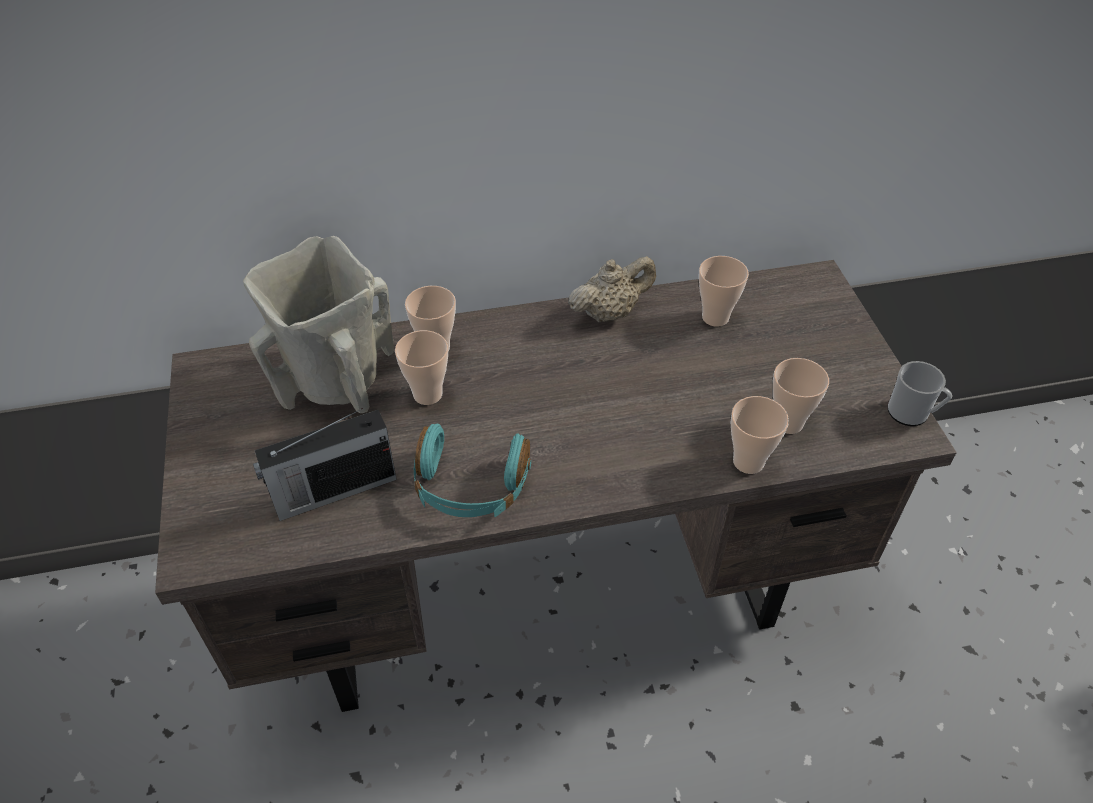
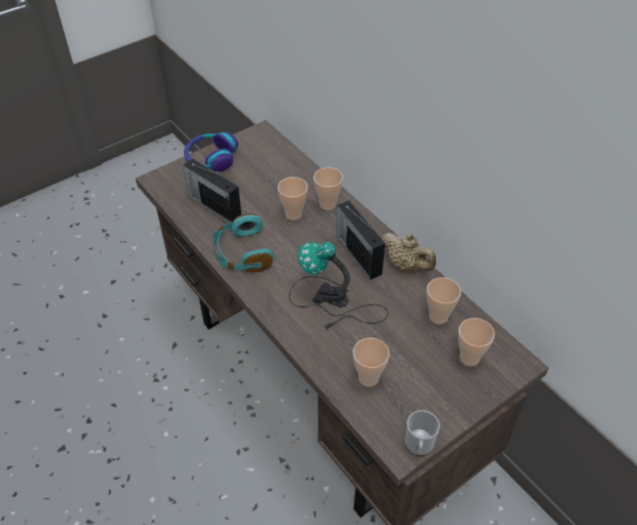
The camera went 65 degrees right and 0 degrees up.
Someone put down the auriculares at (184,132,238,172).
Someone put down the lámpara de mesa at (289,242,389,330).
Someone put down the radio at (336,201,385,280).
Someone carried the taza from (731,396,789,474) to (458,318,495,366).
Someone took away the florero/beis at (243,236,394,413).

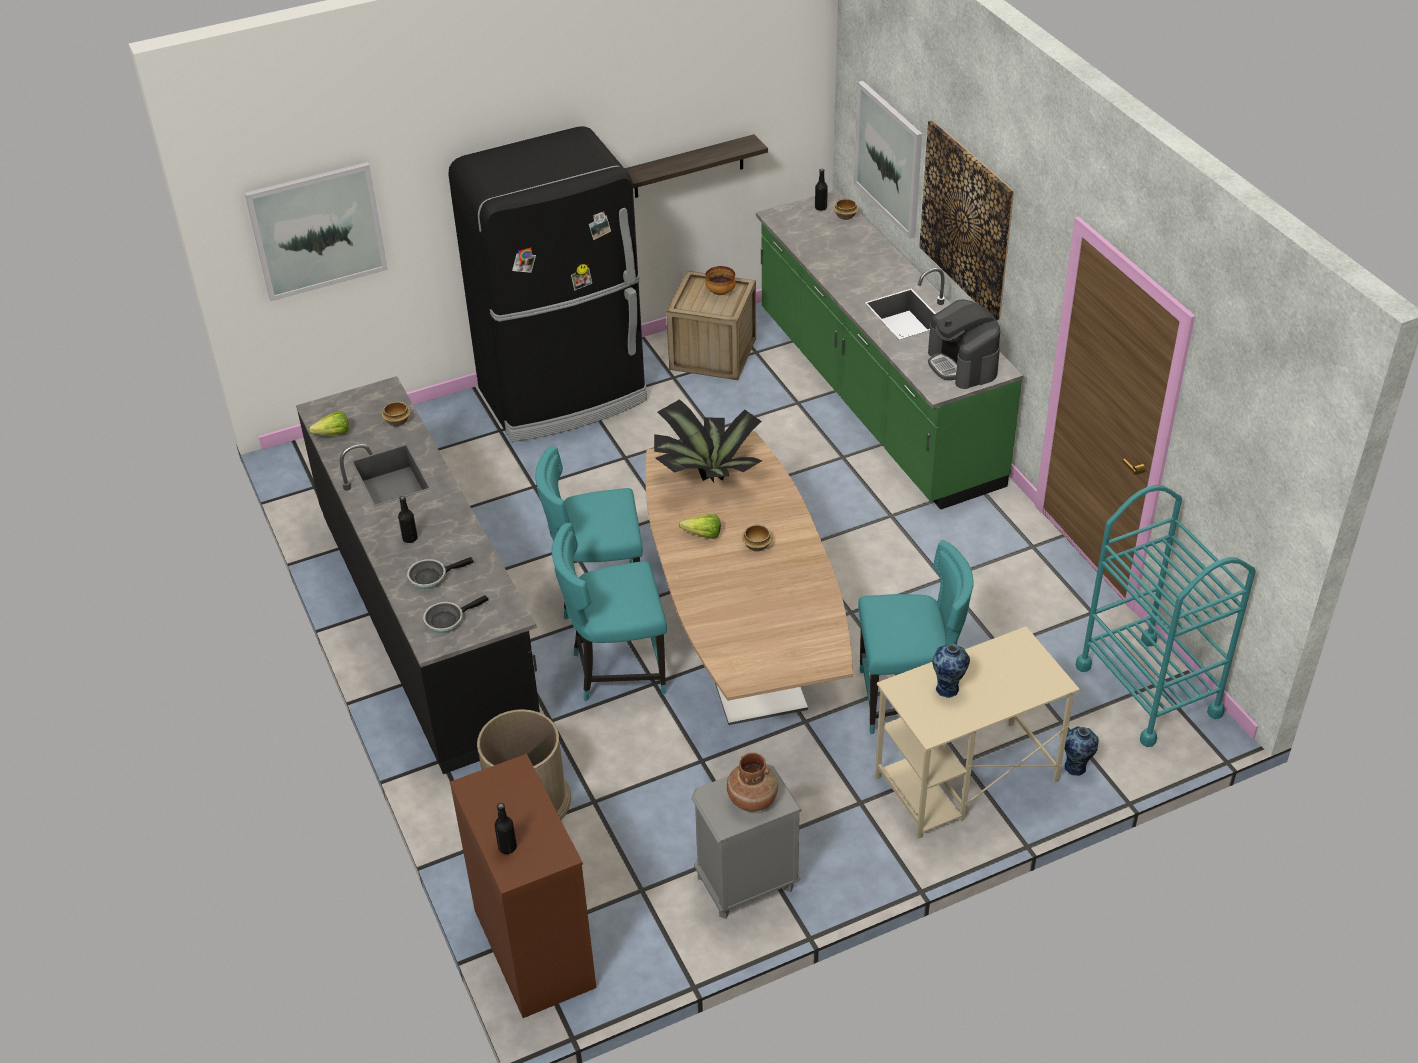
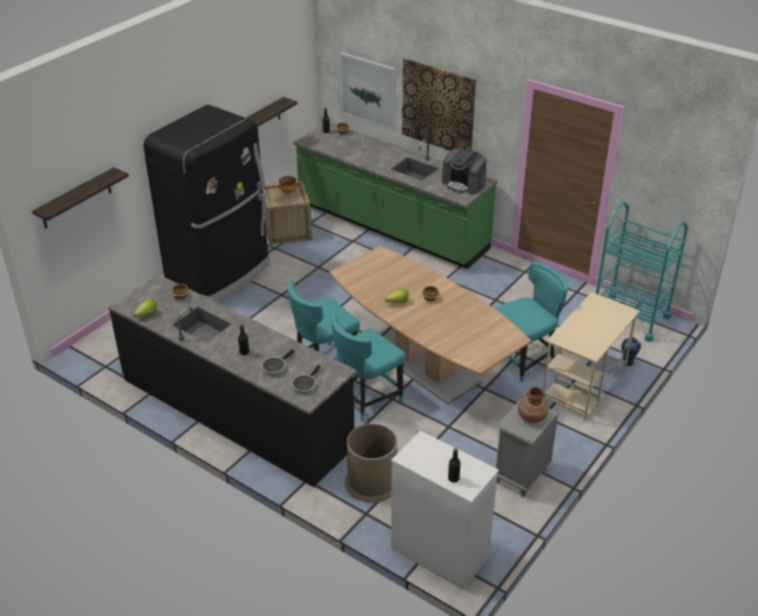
The camera went 30 degrees left and 5 degrees down.
Someone swapped the cuadro at (245,162,388,301) for the estante at (32,167,129,229).
Someone repainted the cómoda/marrón at (450,754,596,1018), which became the cómoda/blanco at (391,430,499,590).
Someone took away the planta en maceta at (654,399,762,483).
Someone took away the florero at (932,644,970,698).

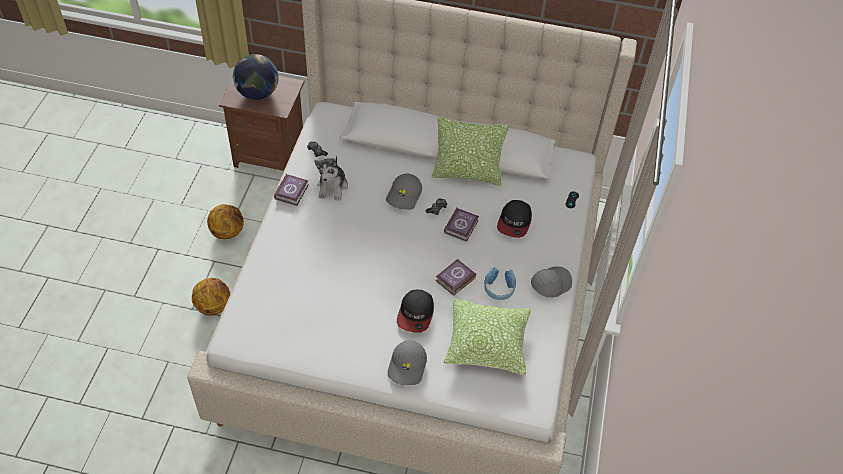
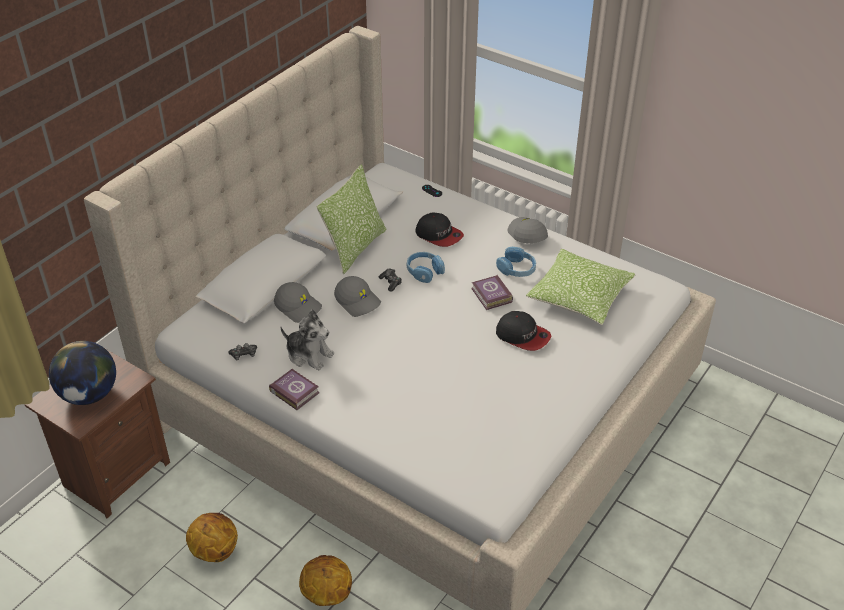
The camera went 65 degrees left and 10 degrees down.
Someone carried the gorra/gris from (387,341,427,385) to (274,282,322,323).
Someone swapped the libro at (444,208,479,242) for the auriculares/azul at (406,252,445,283).

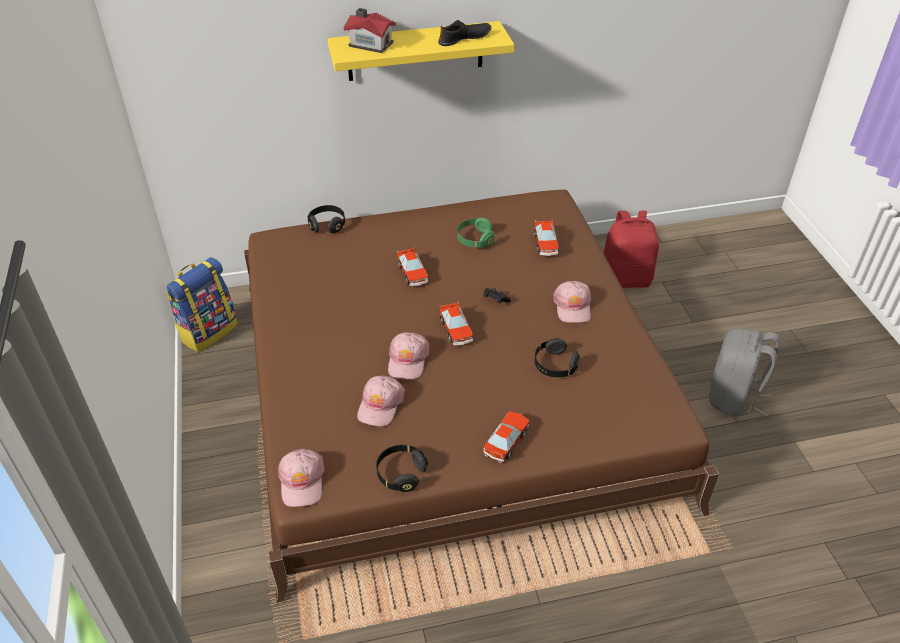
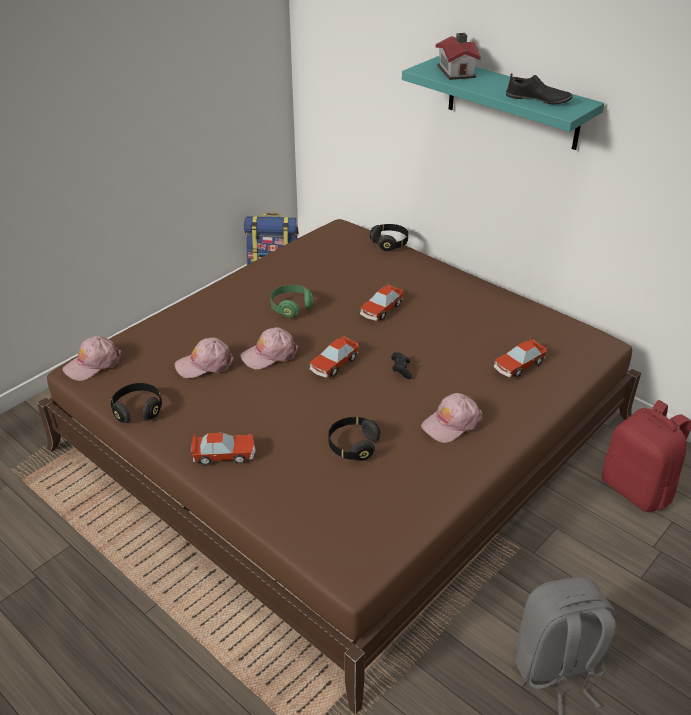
The camera went 55 degrees right and 5 degrees down.
Someone carried the auriculares/verde from (457,218,495,248) to (270,285,313,318).
Someone repainted the estante/amarillo at (327,21,515,81), which became the estante/turquesa at (402,56,604,150).

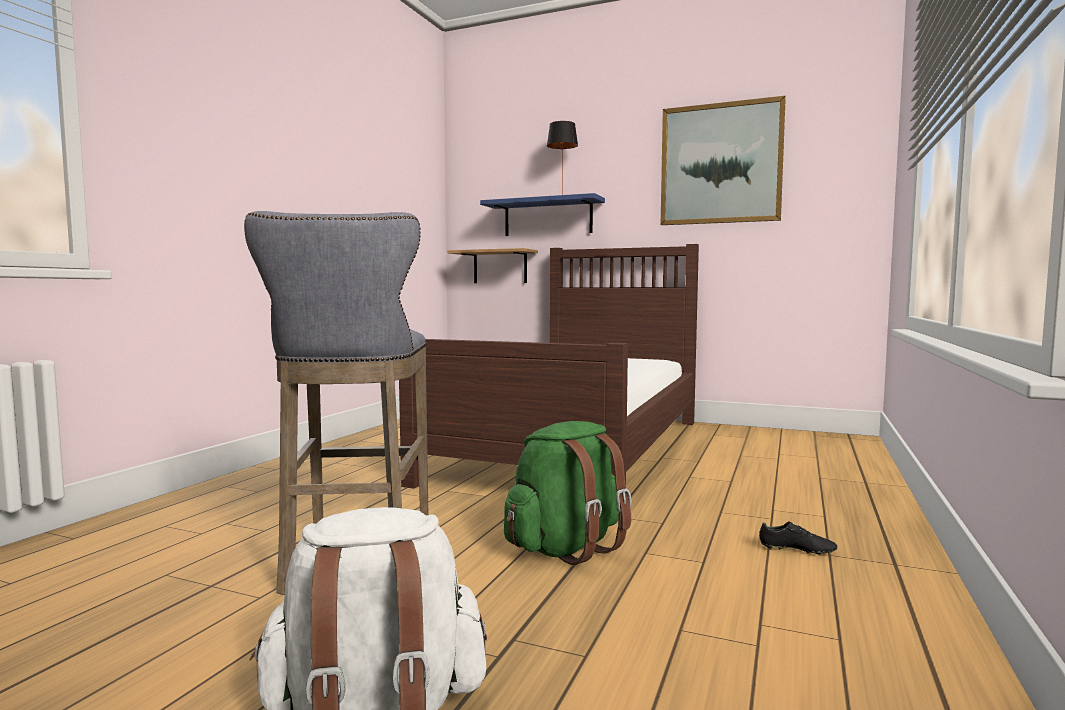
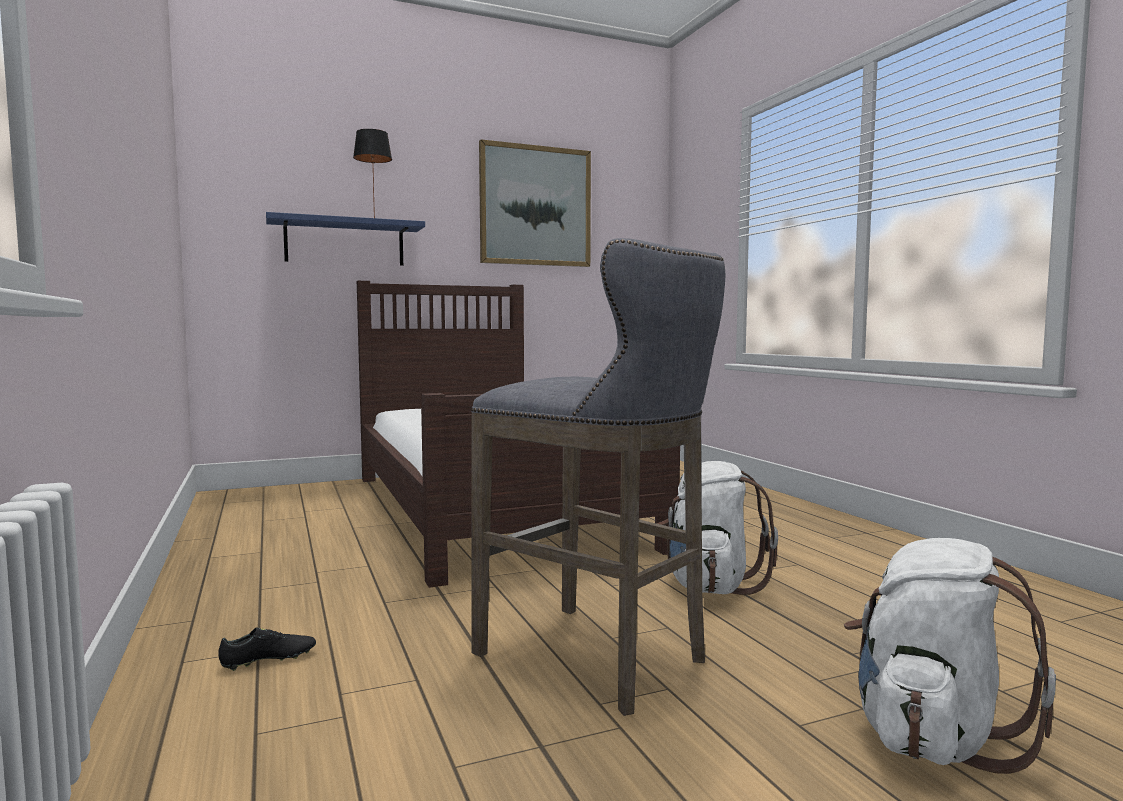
The camera went 45 degrees left and 0 degrees up.
Someone carried the zapato/negro from (759,521,837,556) to (218,628,316,671).
Someone repainted the mochila/verde at (504,421,632,565), which became the mochila/blanco at (657,461,778,595).
Someone took away the estante at (447,248,538,283).

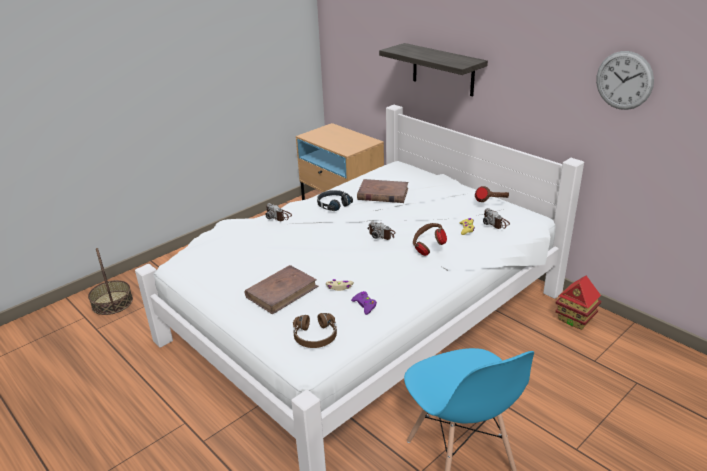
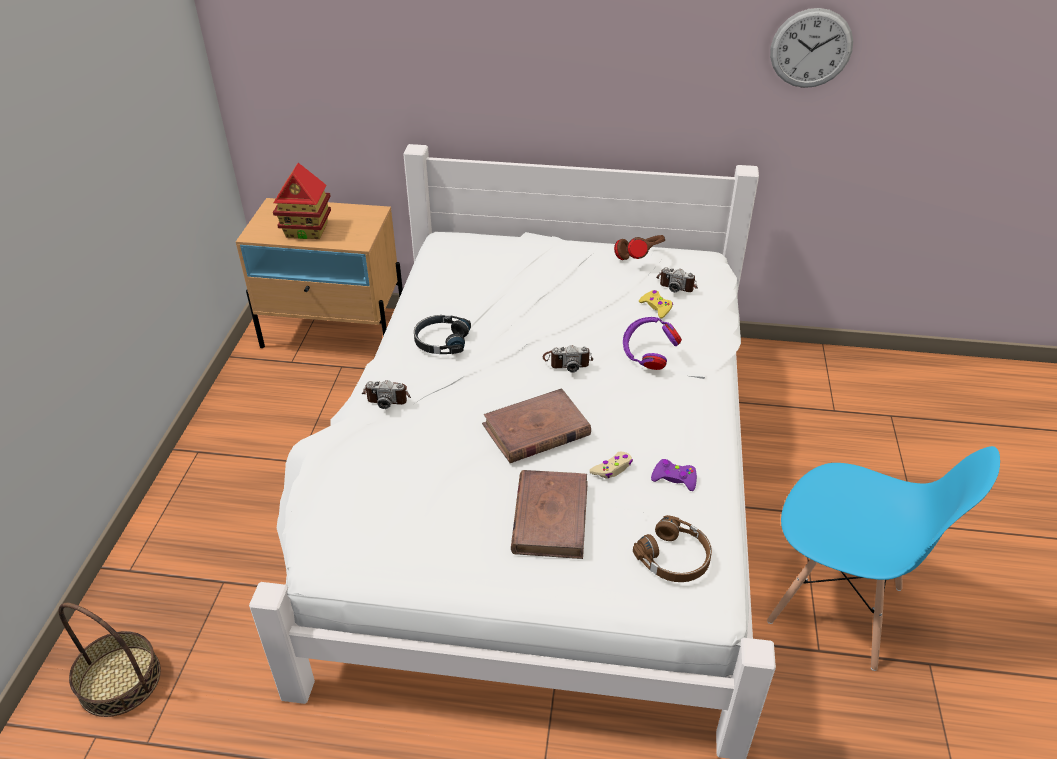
The camera went 40 degrees left and 10 degrees up.
Someone carried the casita from (555,276,602,330) to (273,163,331,239).
Someone carried the libro/marrón from (357,179,408,203) to (482,388,591,463).
Someone repainted the auriculares/marrón at (413,223,447,256), which became the auriculares/morado at (623,317,682,370).
Someone took away the estante at (379,43,488,96).

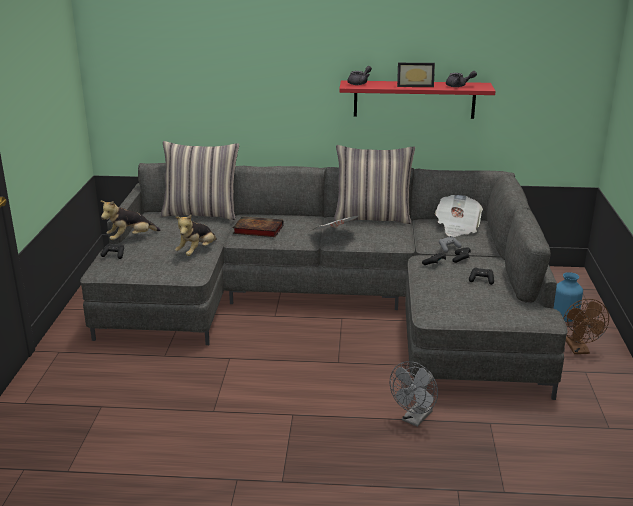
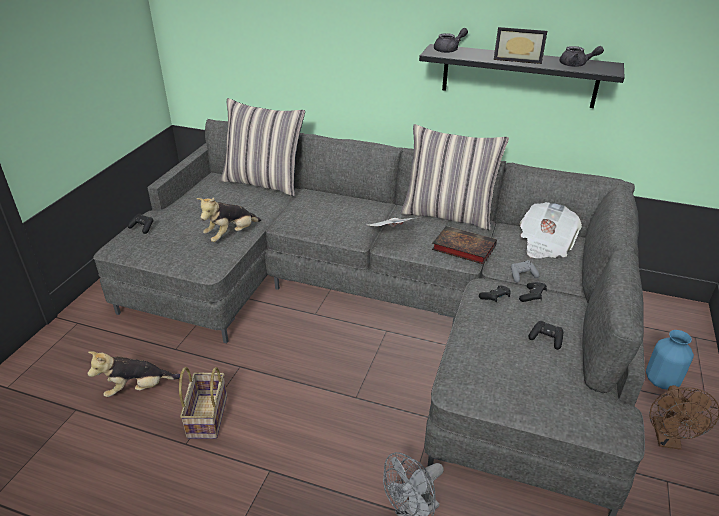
The camera went 15 degrees right and 10 degrees up.
Someone carried the peluche from (101,201,161,240) to (87,351,180,397).
Someone put down the cesta at (179,367,227,439).
Someone repainted the estante/rojo at (339,80,495,119), which became the estante/negro at (419,44,625,108).
Someone carried the libro from (233,216,284,237) to (432,226,497,264).

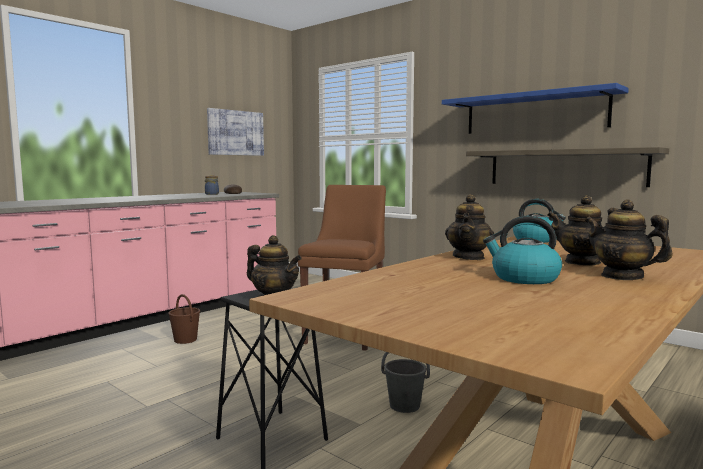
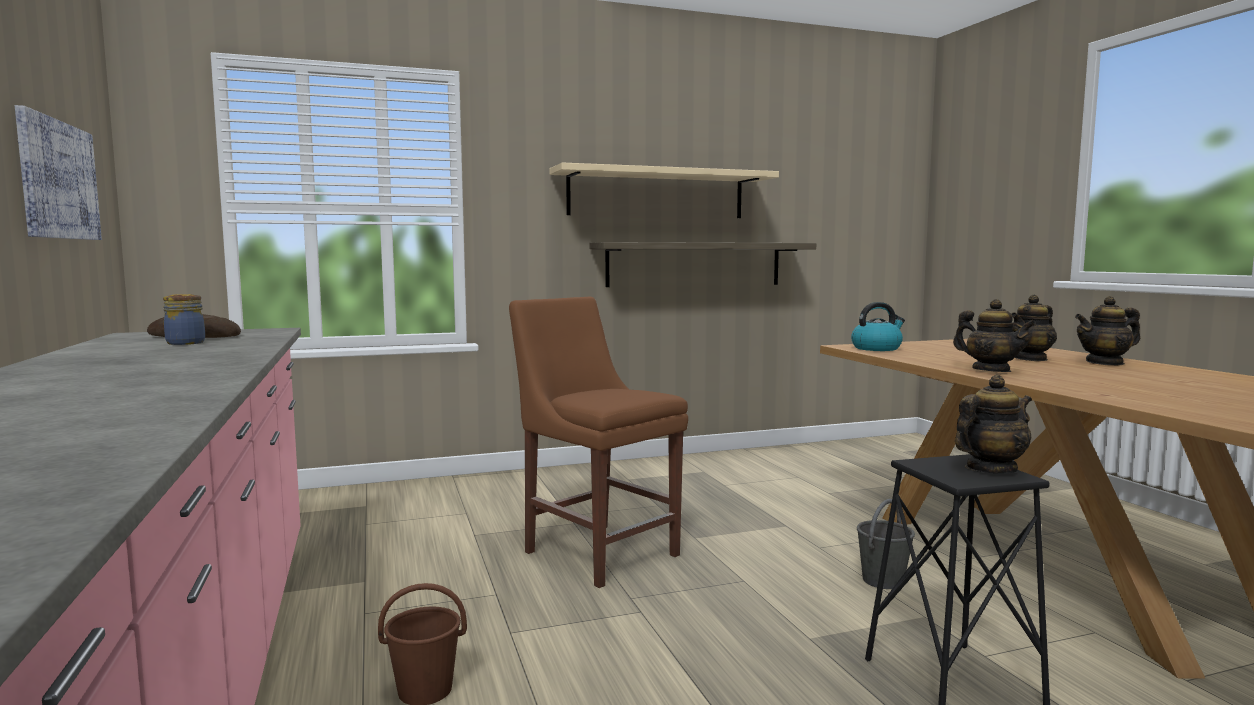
The camera went 60 degrees left and 0 degrees up.
Someone repainted the estante/azul at (442,83,629,134), which became the estante/beis at (549,162,779,218).
Someone took away the hervidor at (483,216,562,284).

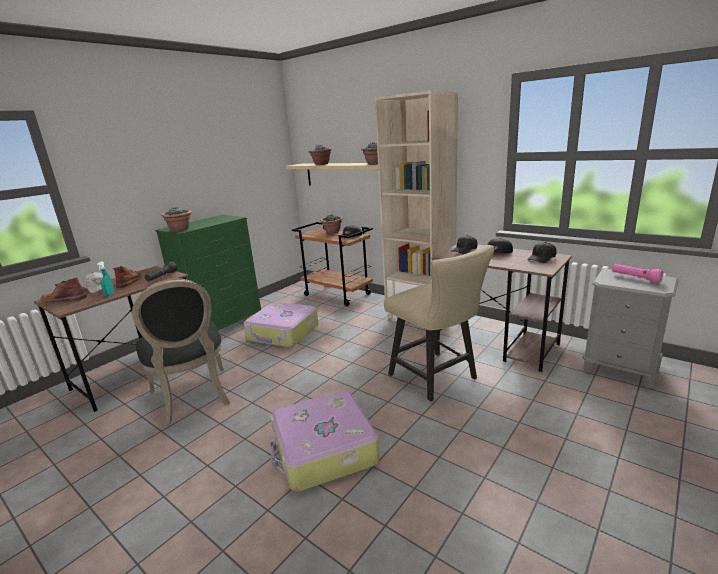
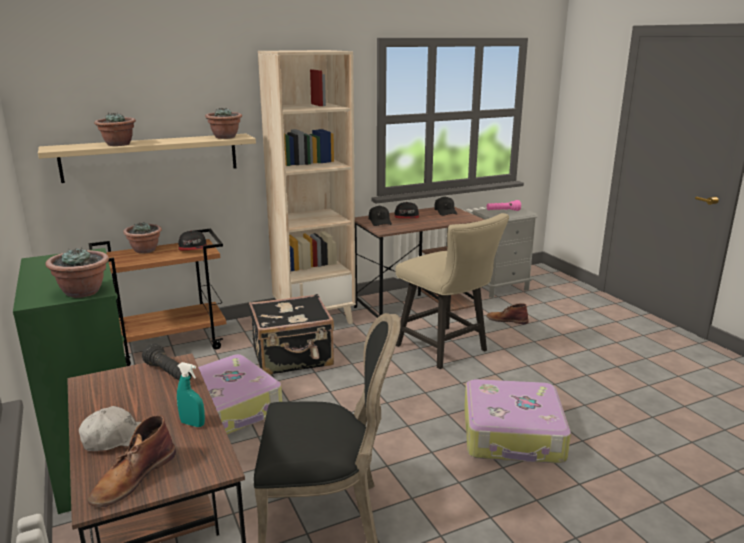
The camera went 65 degrees left and 0 degrees up.
Someone put down the maleta/negro at (249,294,334,375).
Someone rotated the silla/beis at (384,245,495,401) by 60 degrees clockwise.
Someone carried the bota/marrón from (113,266,141,288) to (487,303,529,324).

